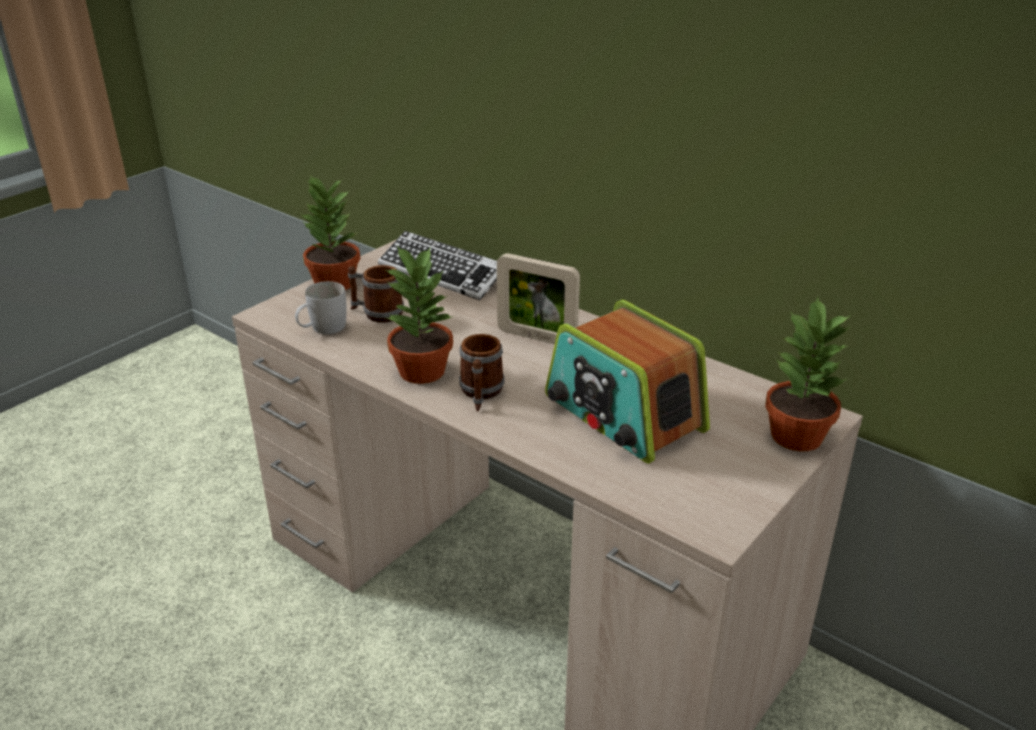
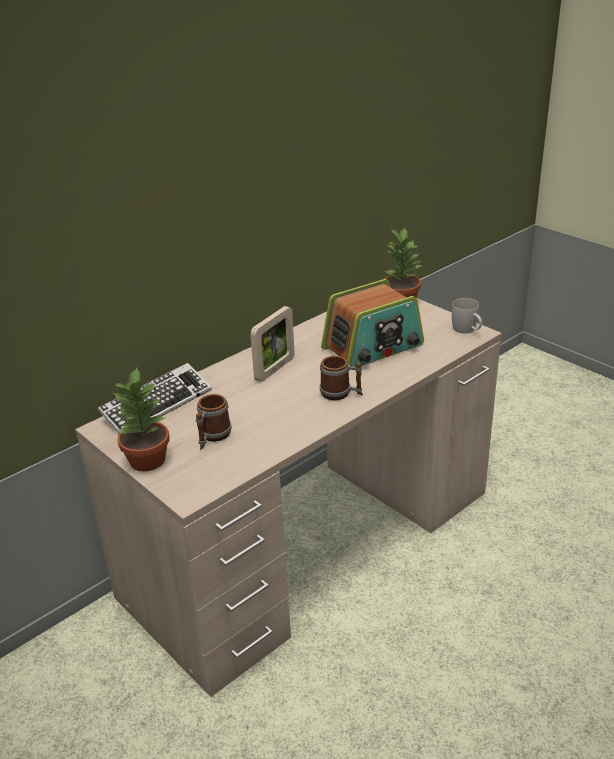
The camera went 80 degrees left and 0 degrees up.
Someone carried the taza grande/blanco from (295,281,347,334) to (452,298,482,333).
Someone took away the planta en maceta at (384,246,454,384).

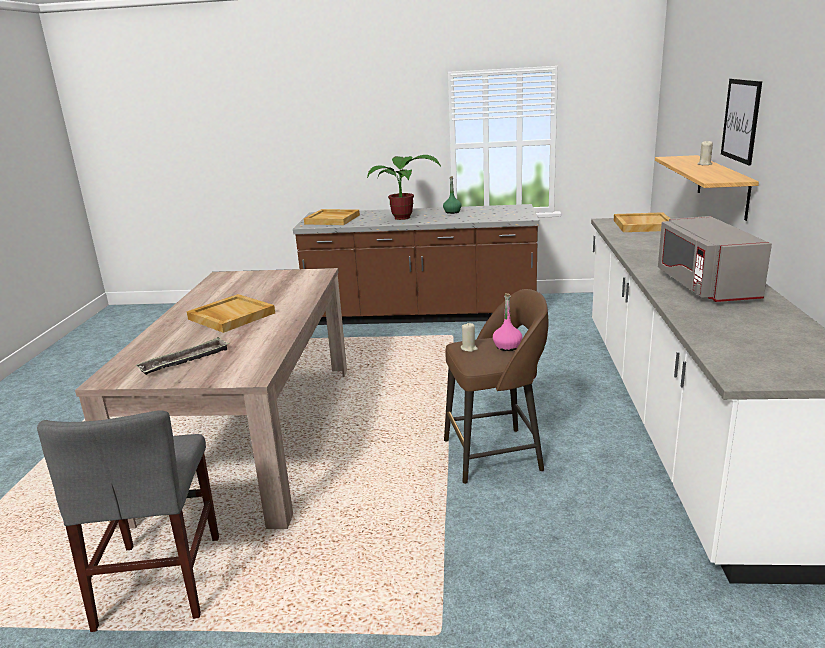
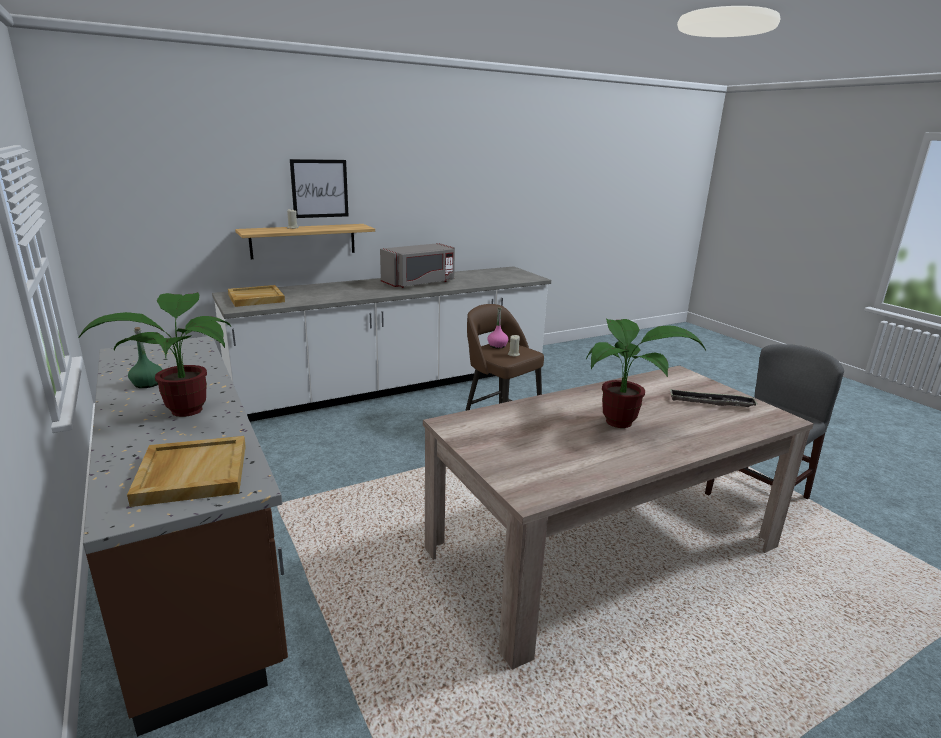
The camera went 125 degrees left and 0 degrees up.
Someone swapped the bandeja/beis at (187,294,275,333) for the planta en maceta at (586,319,706,428).

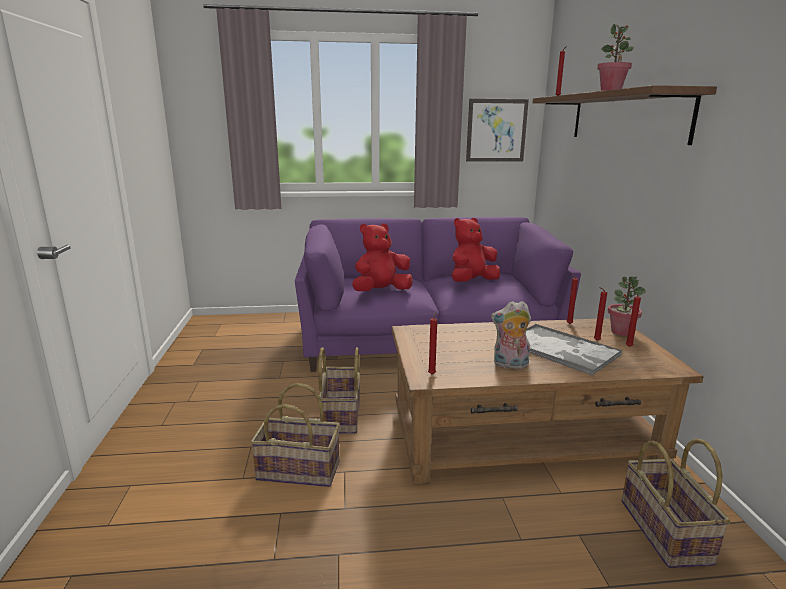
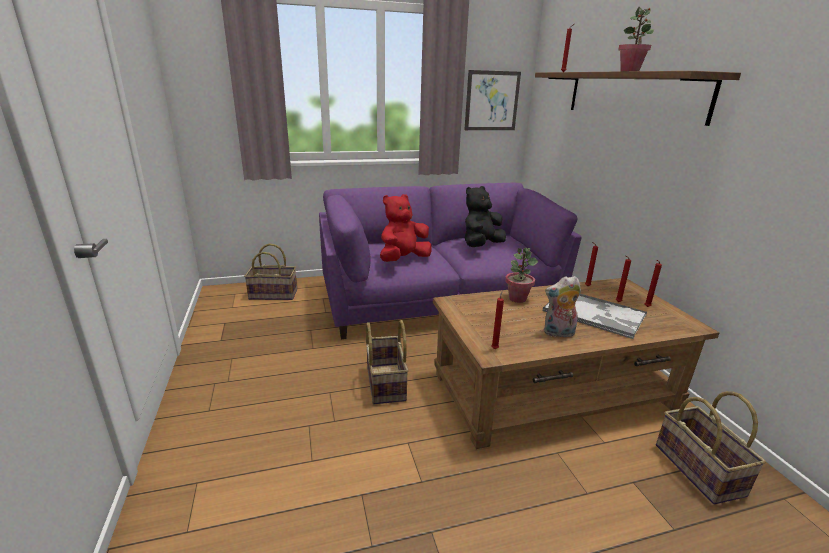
The camera went 10 degrees left and 5 degrees up.
Someone carried the cesta from (250,383,340,487) to (244,244,297,300).
Someone repainted the peluche/rojo at (451,218,500,282), which became the peluche/negro at (465,186,506,247).
Someone carried the planta en maceta from (608,276,646,336) to (505,248,538,303).

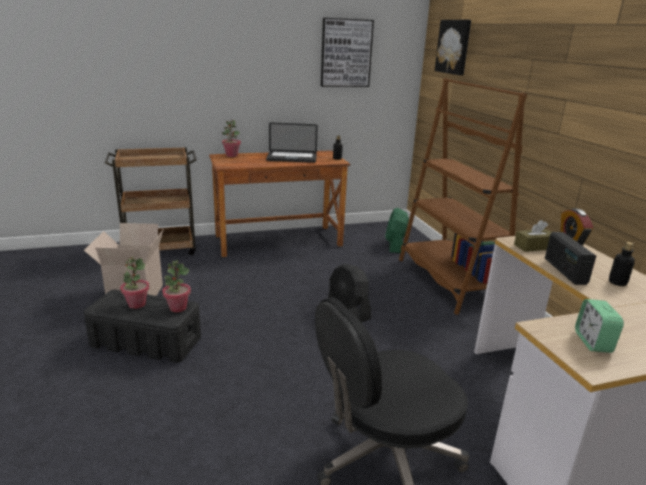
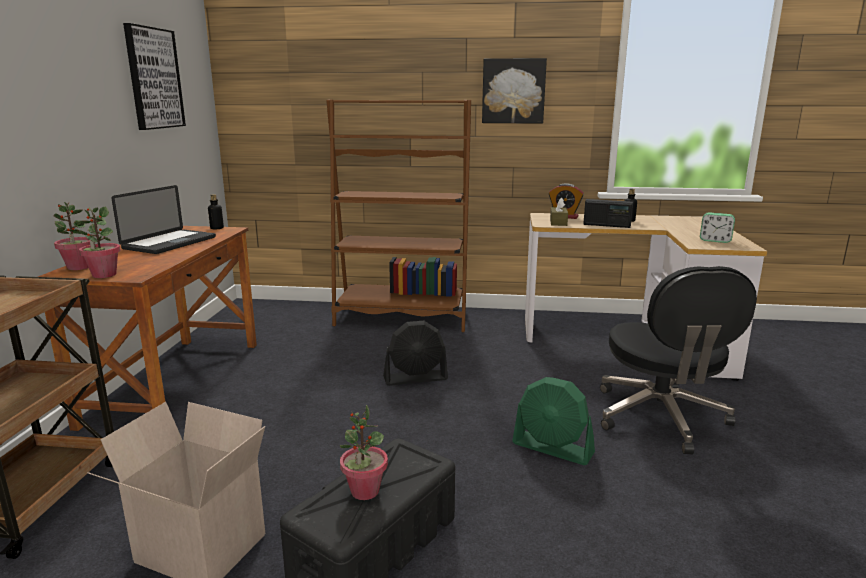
The camera went 65 degrees left and 5 degrees down.
Someone carried the planta en maceta from (162,260,191,312) to (79,207,121,278).
Someone carried the cuadro from (435,20,471,75) to (482,58,547,124).
Someone carried the ventilador/verde from (385,208,409,253) to (512,377,595,465).

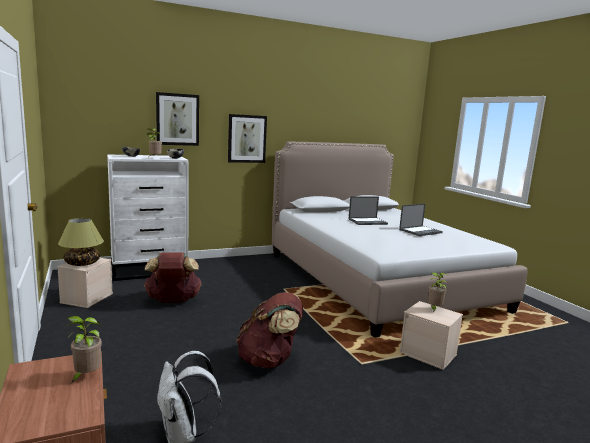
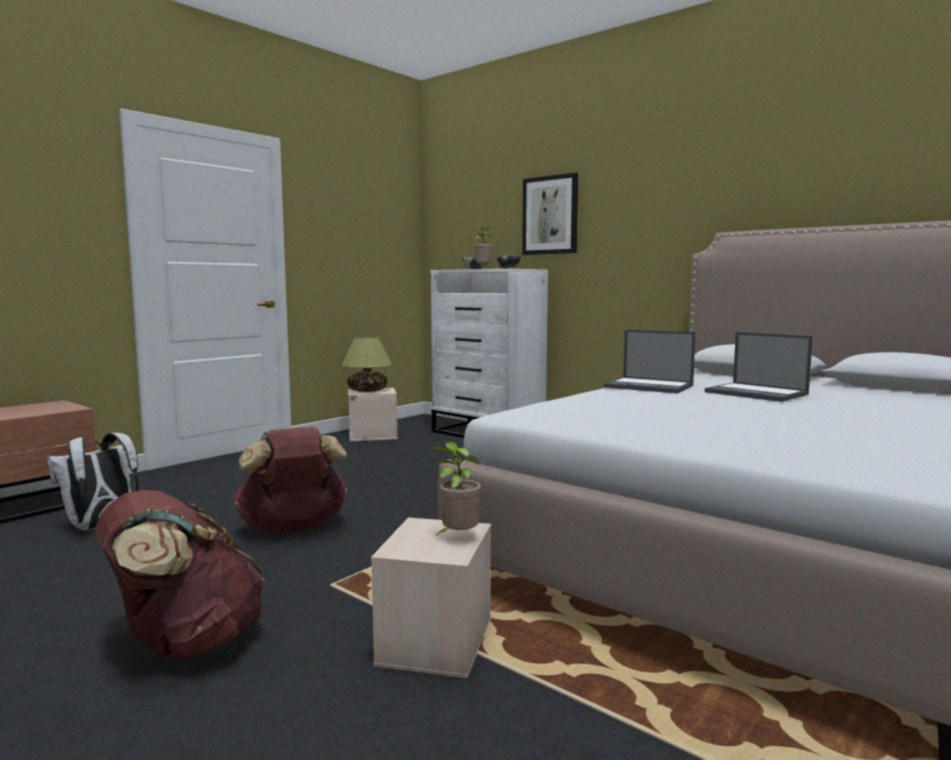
The camera went 65 degrees right and 5 degrees down.
Someone carried the mochila/marrón from (144,252,202,303) to (95,490,265,659).
Someone carried the portátil from (399,204,443,236) to (604,330,696,394).
Someone took away the planta en maceta at (64,316,102,383).
Someone took away the cuadro at (228,114,267,163).

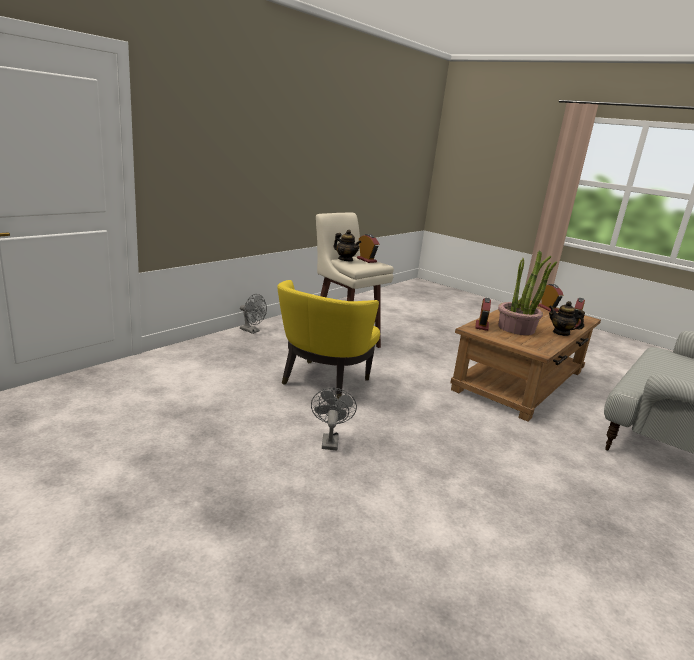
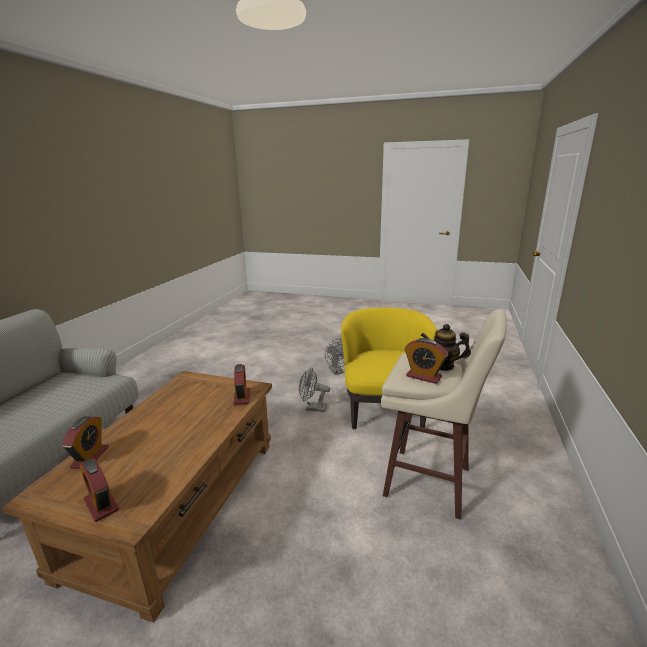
The camera went 160 degrees right and 0 degrees up.
Someone carried the ventilador/gris from (240,294,267,334) to (299,368,330,412).
Someone took away the planta en maceta at (498,250,557,335).
Someone took away the tetera at (549,301,585,336).

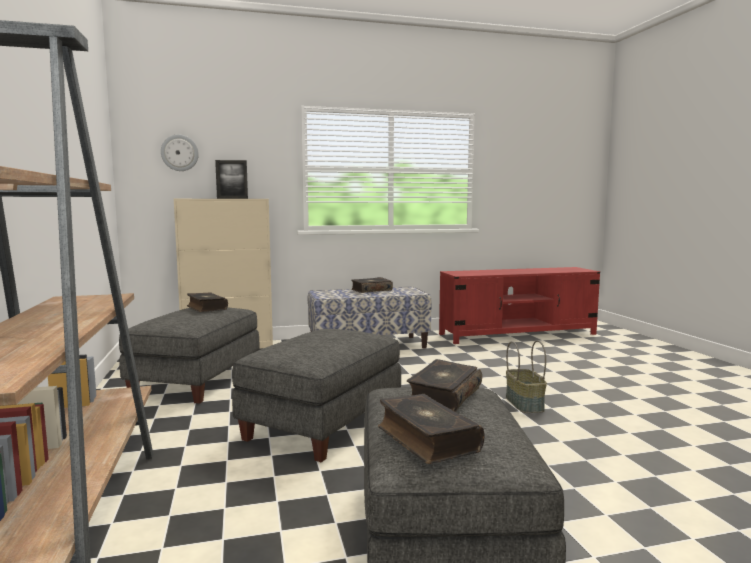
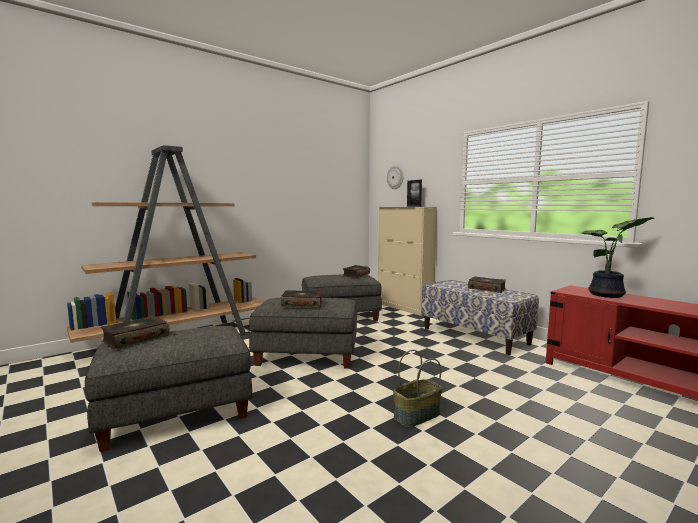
The camera went 65 degrees right and 0 degrees up.
Someone carried the libro from (407,359,482,412) to (281,290,323,307).
Someone put down the planta en maceta at (580,217,654,298).

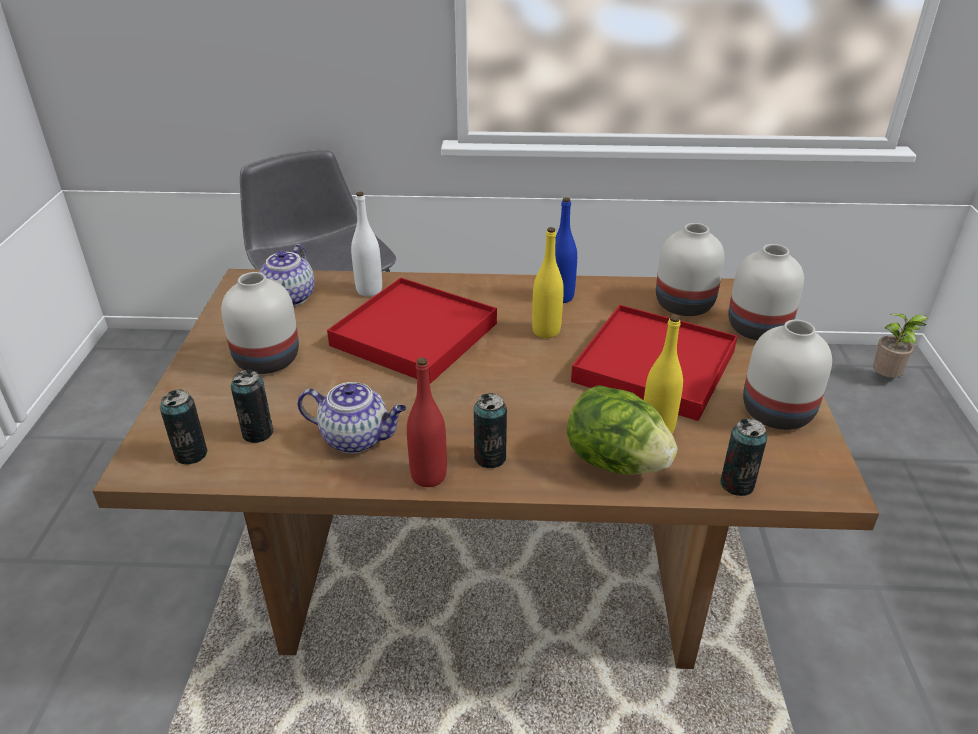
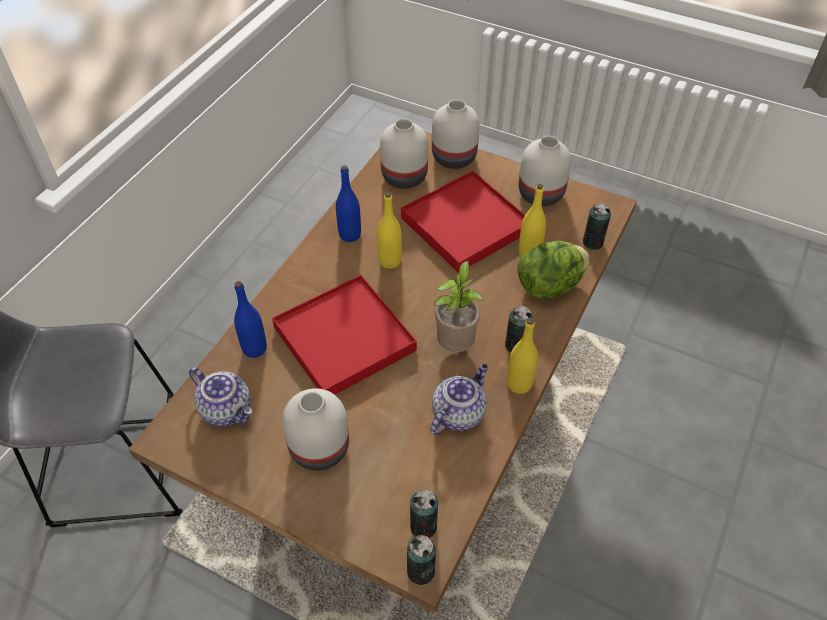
The camera went 65 degrees left and 15 degrees up.
Someone repainted the botella/blanco at (351,192,382,296), which became the botella/azul at (234,281,267,358).
Someone carried the lata from (231,370,274,443) to (407,535,436,585).
Someone carried the planta en maceta from (873,314,928,378) to (434,261,484,352).
Someone repainted the botella/rojo at (407,358,447,487), which became the botella/amarillo at (507,318,538,394).

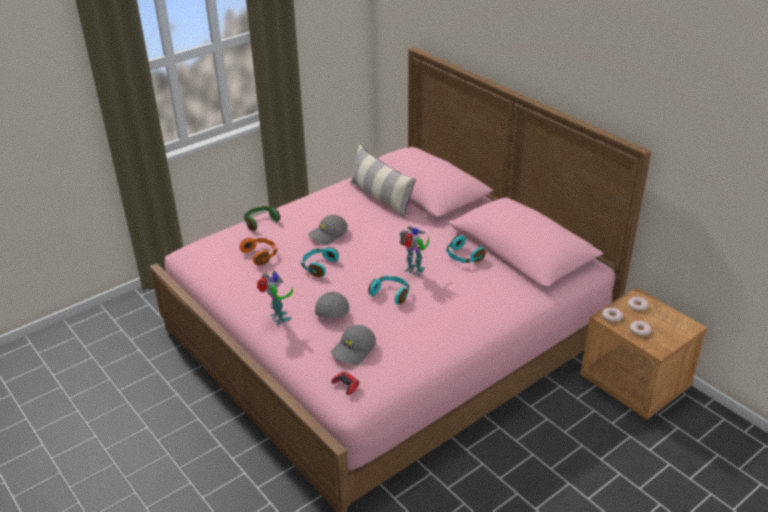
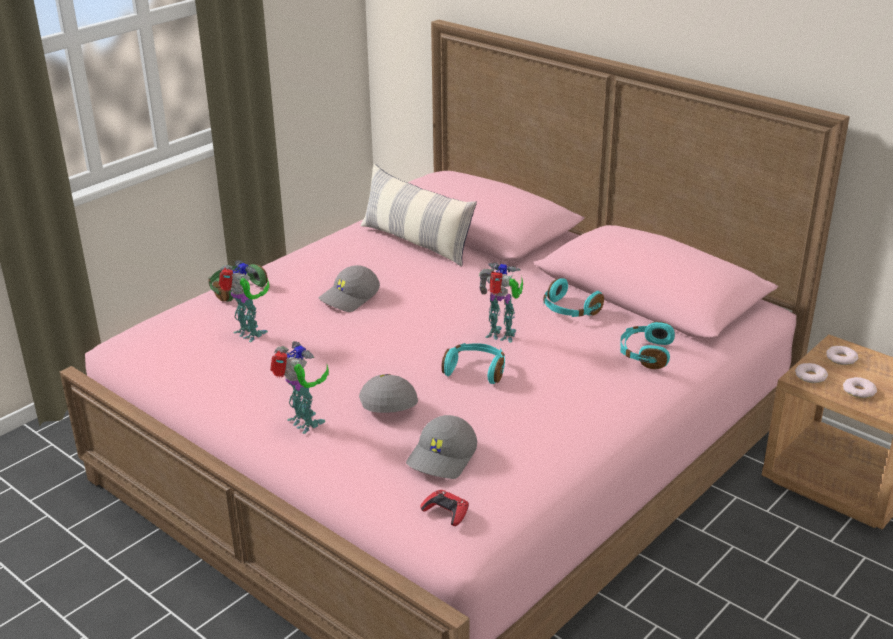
The camera went 10 degrees left and 5 degrees down.
Someone swapped the auriculares/naranja at (240,238,278,265) for the robot de juguete at (219,260,270,342).
Someone carried the auriculares/turquesa from (301,247,339,277) to (620,321,675,369).

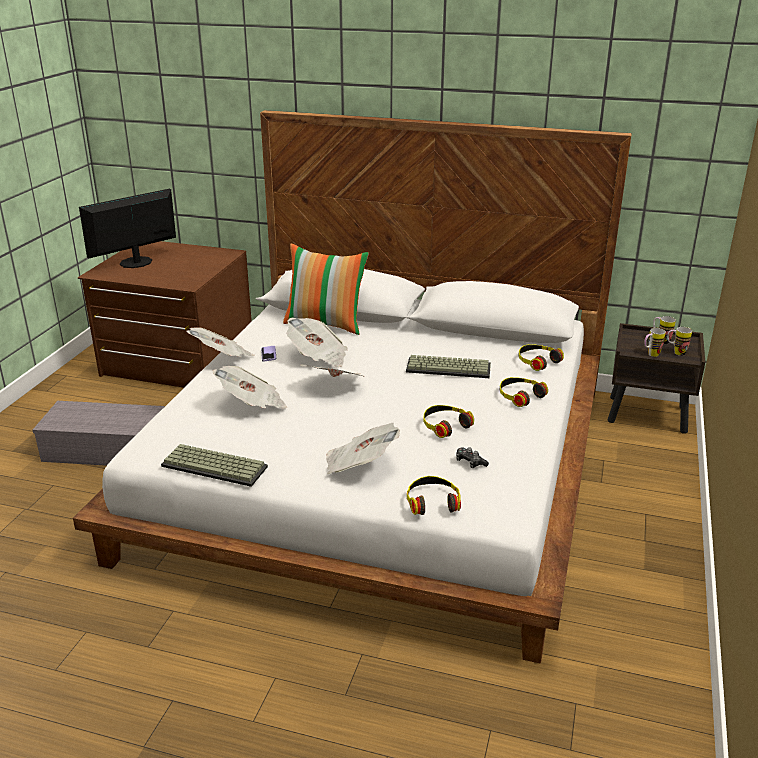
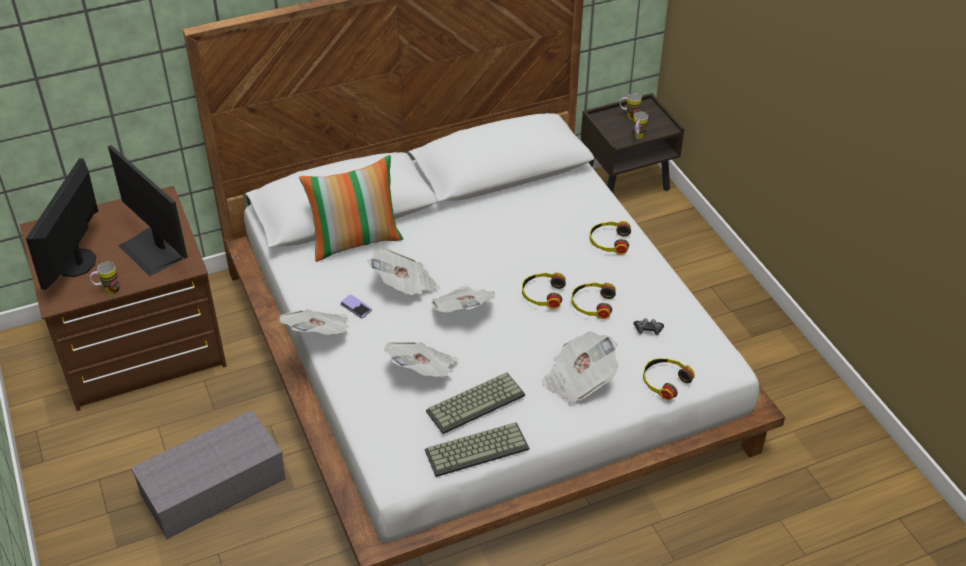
The camera went 40 degrees left and 15 degrees up.
Someone carried the taza grande from (667,327,692,356) to (90,262,119,294).
Someone put down the monitor at (108,145,188,276).
Someone carried the teclado from (406,355,491,378) to (426,373,525,434).
Someone carried the auriculares from (518,344,564,371) to (522,273,566,309).

